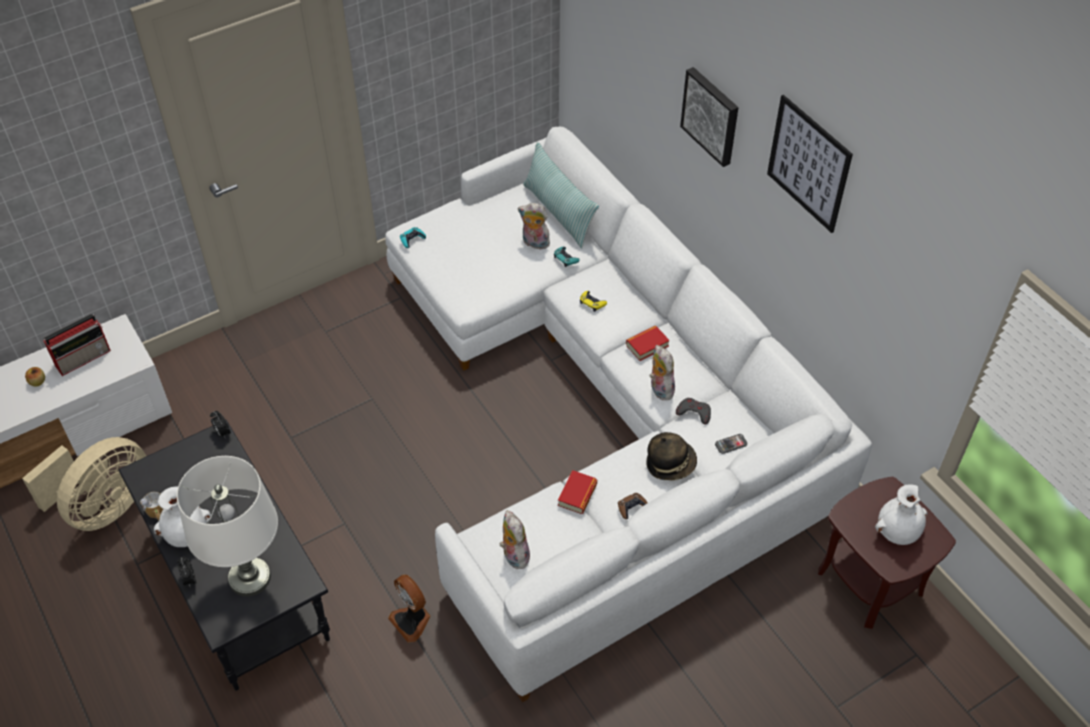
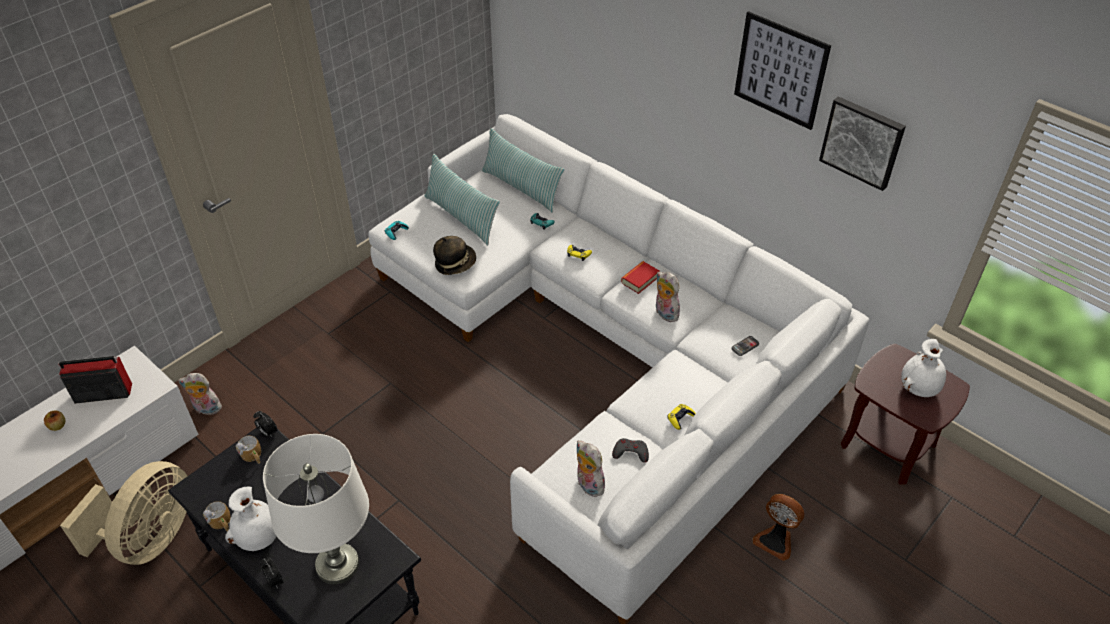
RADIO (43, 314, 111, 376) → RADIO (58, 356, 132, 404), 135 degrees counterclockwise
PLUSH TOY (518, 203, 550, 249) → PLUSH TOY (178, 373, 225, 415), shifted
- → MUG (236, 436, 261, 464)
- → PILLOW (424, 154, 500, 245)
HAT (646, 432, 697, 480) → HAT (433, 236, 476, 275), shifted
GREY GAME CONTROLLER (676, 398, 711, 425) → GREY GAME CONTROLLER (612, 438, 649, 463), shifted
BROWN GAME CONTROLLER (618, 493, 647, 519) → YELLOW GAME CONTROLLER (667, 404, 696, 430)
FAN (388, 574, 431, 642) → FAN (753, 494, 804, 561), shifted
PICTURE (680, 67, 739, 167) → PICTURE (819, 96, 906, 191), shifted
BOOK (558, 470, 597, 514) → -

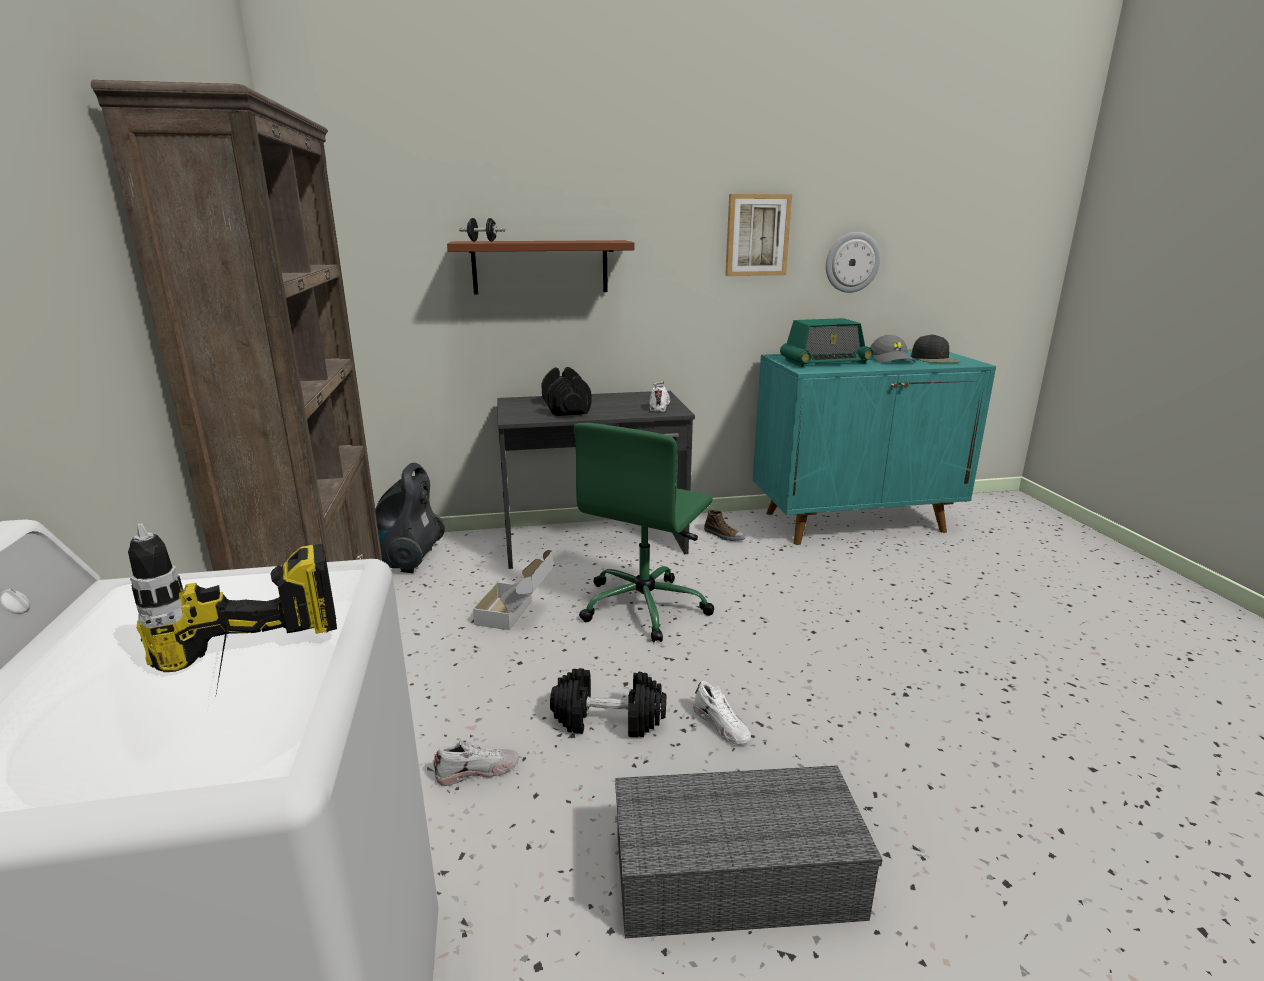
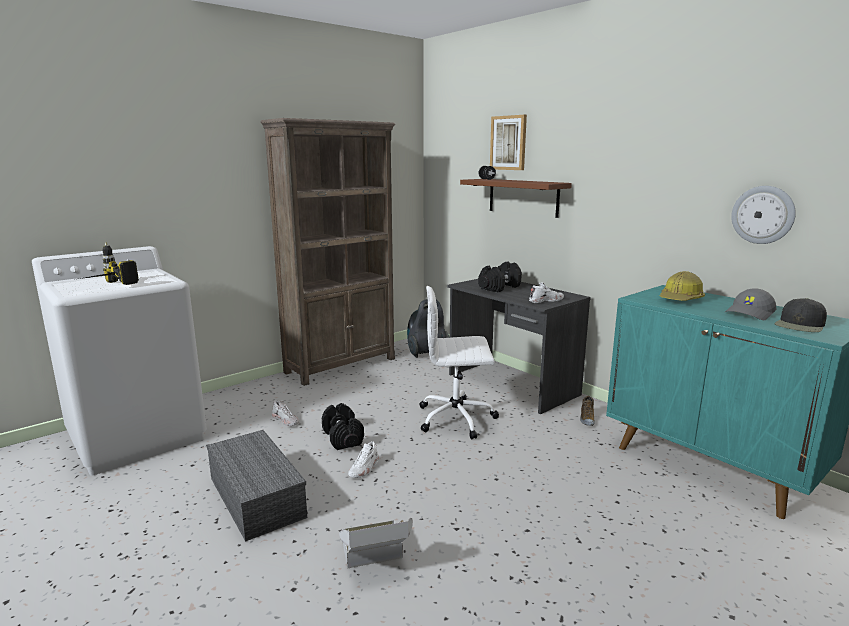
CARDBOARD BOX (473, 550, 553, 630) → CARDBOARD BOX (339, 518, 413, 568), shifted
GREEN OFFICE CHAIR (574, 423, 714, 642) → WHITE OFFICE CHAIR (420, 286, 499, 439)
PICTURE (725, 194, 792, 276) → PICTURE (490, 115, 527, 170), shifted
RADIO (780, 318, 874, 367) → HARD HAT (660, 271, 705, 301)

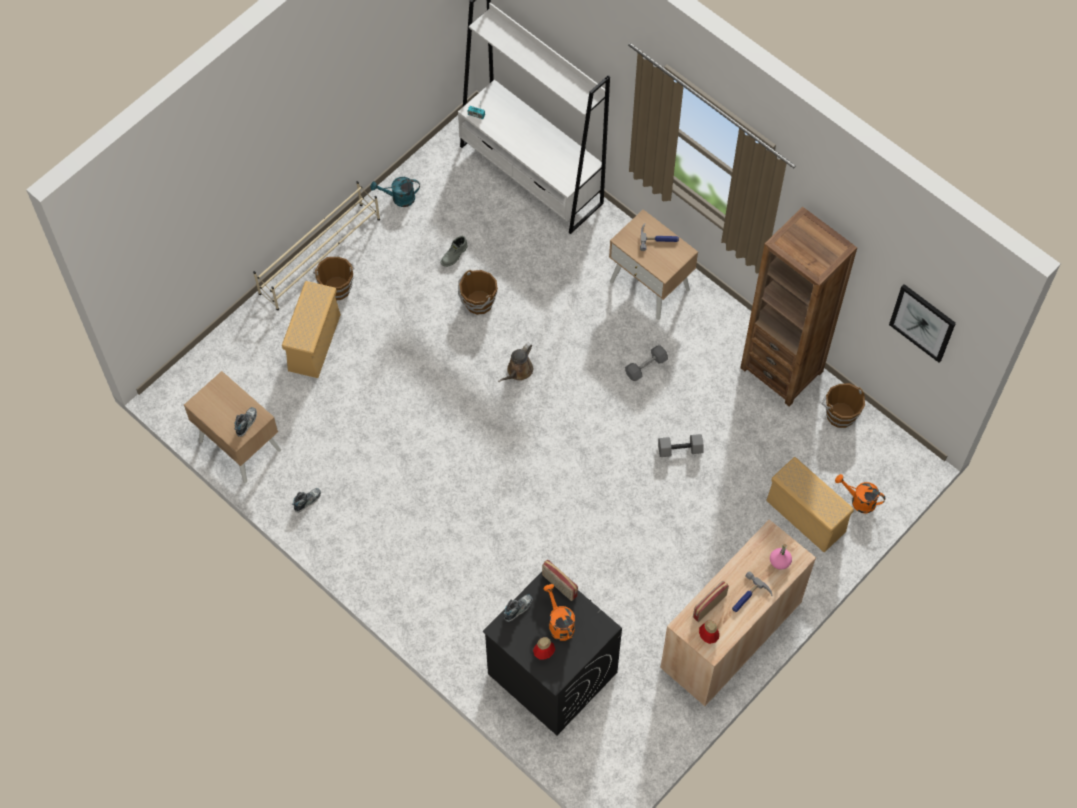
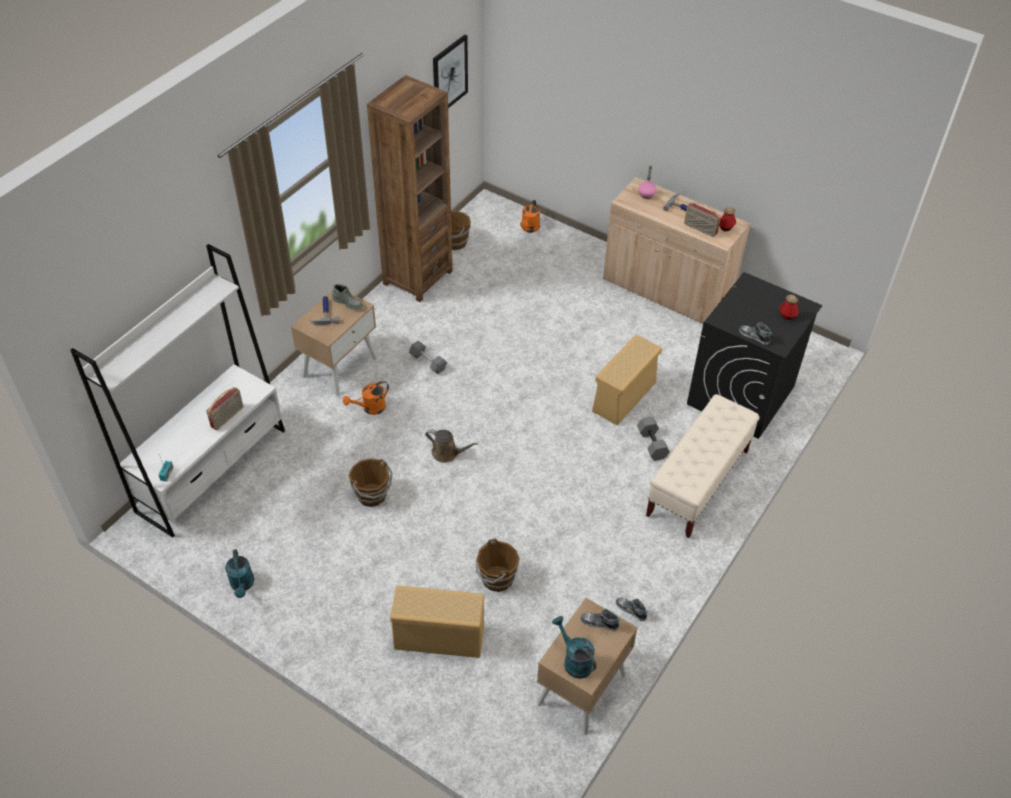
RADIO (542, 560, 578, 601) → RADIO (206, 387, 243, 430), shifted
GREY BOOT (441, 236, 467, 267) → GREY BOOT (332, 284, 363, 310), shifted
ORANGE WATERING CAN (543, 584, 575, 641) → ORANGE WATERING CAN (343, 381, 389, 415), shifted
BROWN BUCKET (313, 257, 354, 300) → BROWN BUCKET (476, 538, 520, 592), shifted
- → TURQUOISE WATERING CAN (552, 616, 597, 679)
BEIGE STORAGE BOX (767, 457, 854, 552) → BEIGE STORAGE BOX (592, 335, 662, 425), shifted
GREY DUMBBELL (658, 434, 704, 457) → GREY DUMBBELL (637, 416, 670, 461), shifted
- → BEIGE BENCH (646, 394, 759, 538)
BEIGE SHOE RACK (253, 181, 380, 310) → -

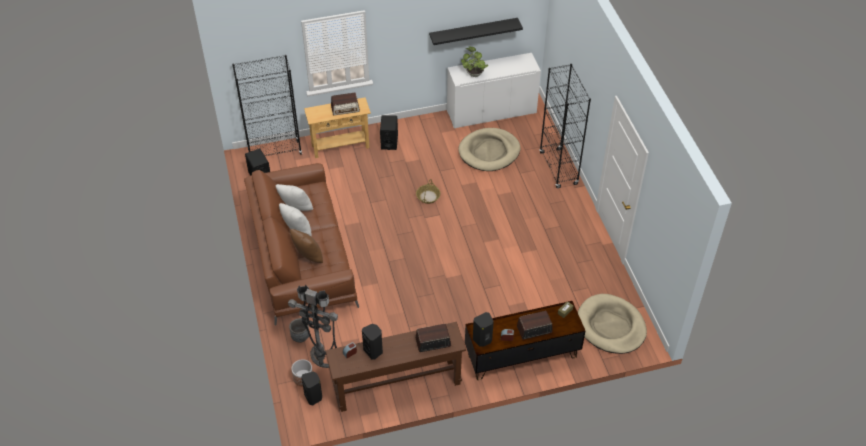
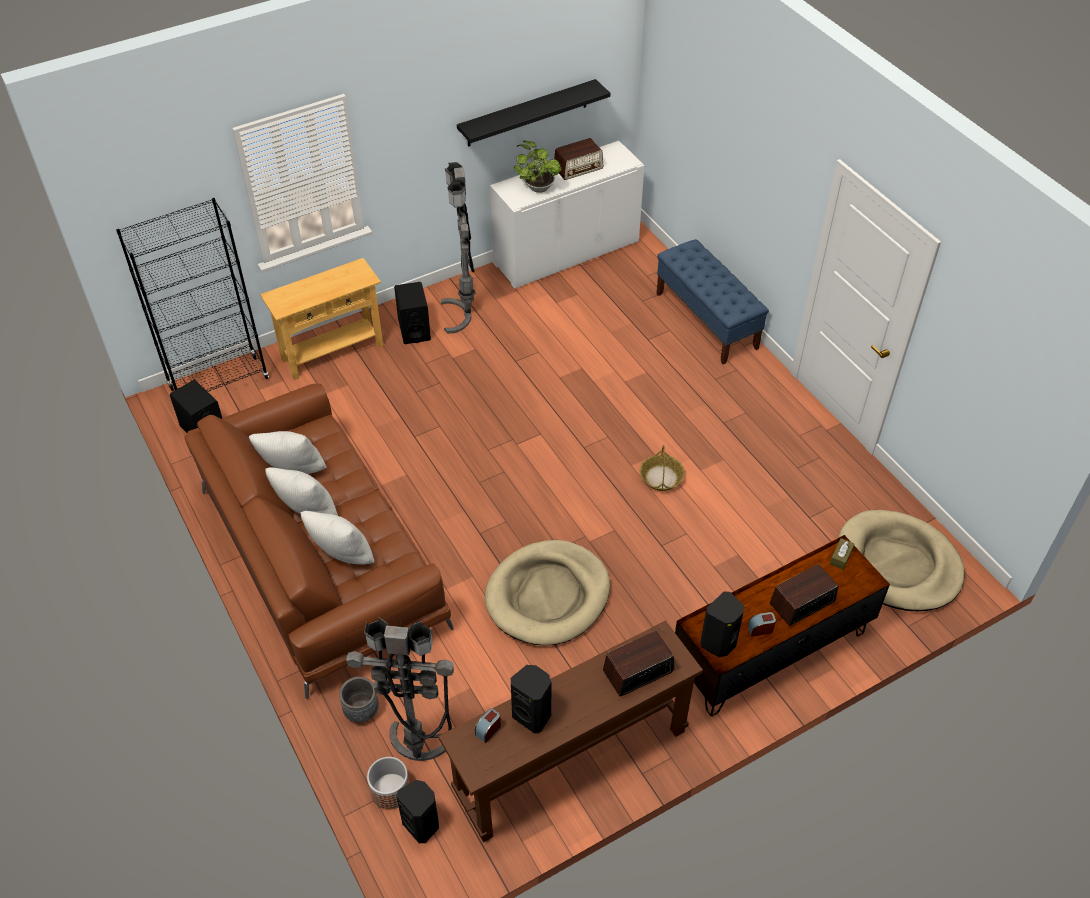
BROWN PILLOW (290, 229, 323, 263) → WHITE PILLOW (301, 511, 374, 565)
- → GREY FLOOR LAMP (441, 162, 475, 333)
BEIGE DOG BED (458, 128, 520, 171) → BEIGE DOG BED (485, 540, 610, 645), shifted
RADIO (331, 93, 360, 115) → RADIO (554, 138, 603, 180), shifted
BASKET (416, 179, 441, 204) → BASKET (640, 445, 685, 491), shifted
BLACK BOOKCASE (539, 64, 591, 188) → BLUE BENCH (656, 239, 769, 364)

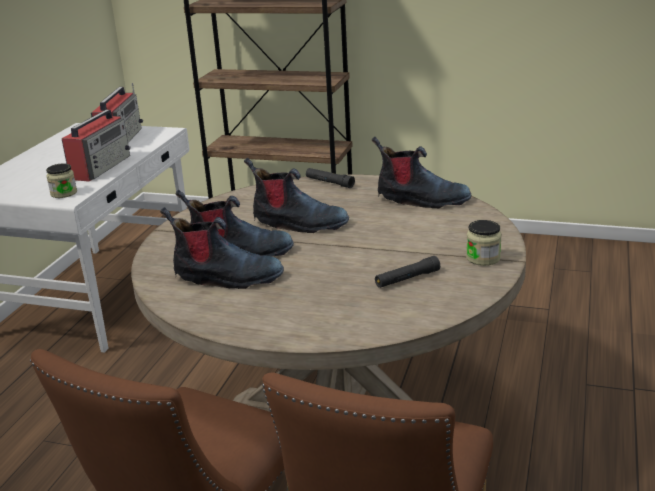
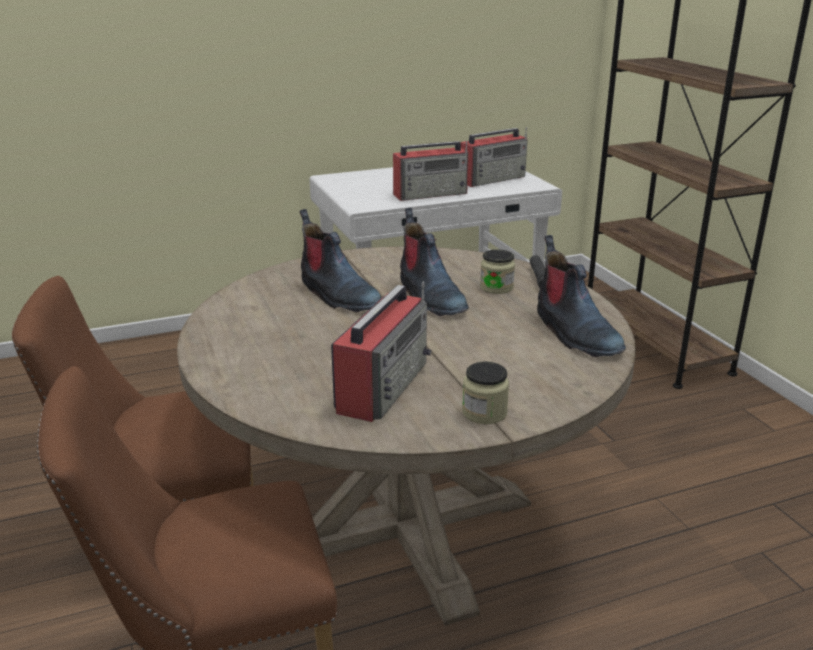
BLACK FLASHLIGHT (375, 256, 440, 288) → RADIO (331, 281, 432, 422)
JAR (46, 163, 77, 198) → JAR (480, 249, 515, 294), shifted
BOOT (160, 207, 284, 289) → -

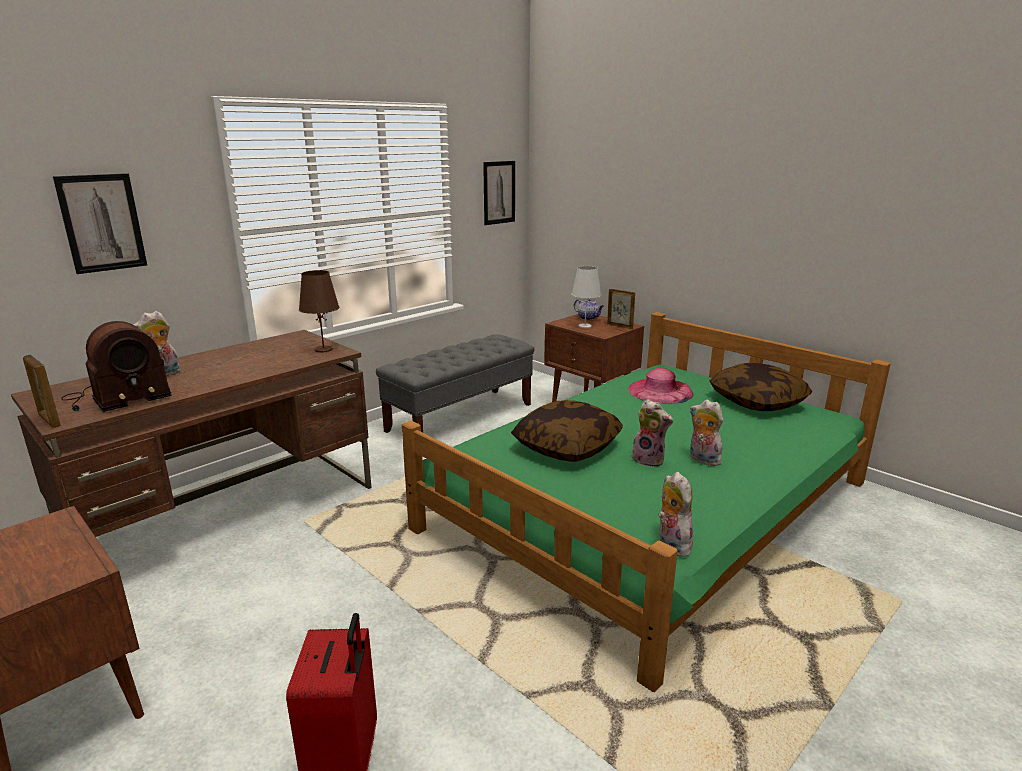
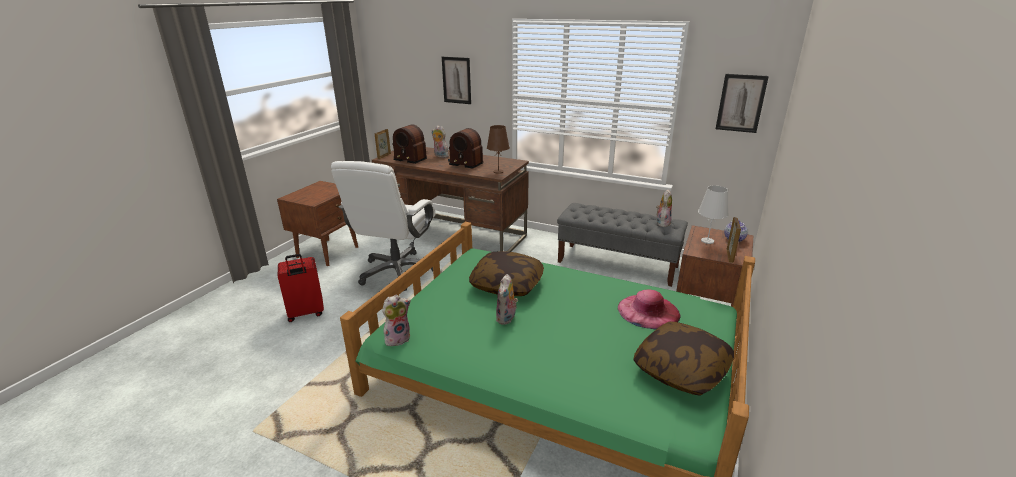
- → WHITE OFFICE CHAIR (331, 161, 435, 291)
- → RADIO (448, 128, 483, 169)
PLUSH TOY (689, 400, 723, 466) → PLUSH TOY (656, 190, 672, 227), shifted

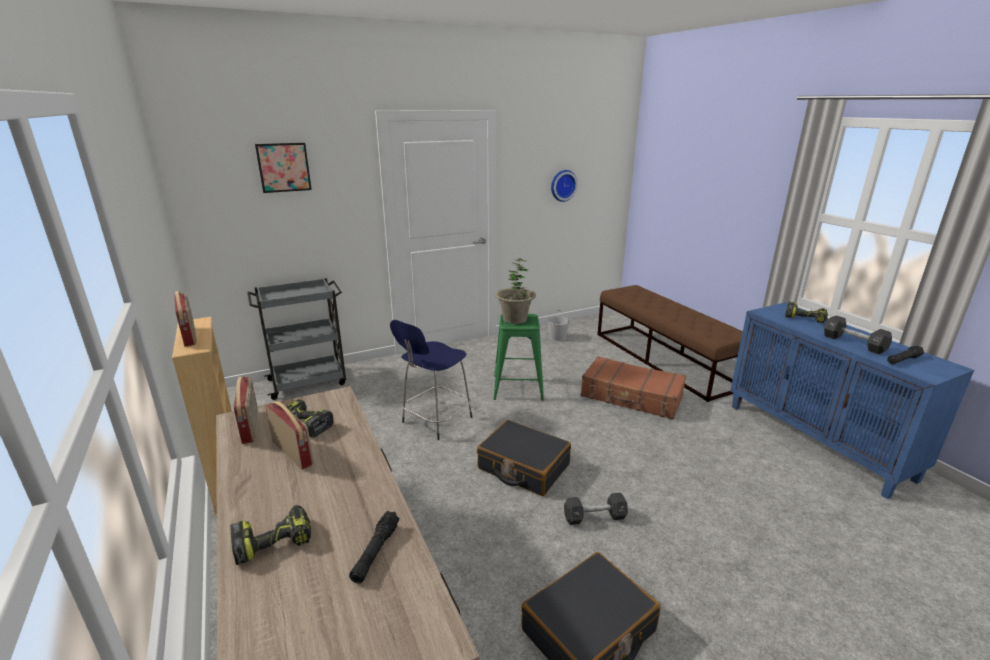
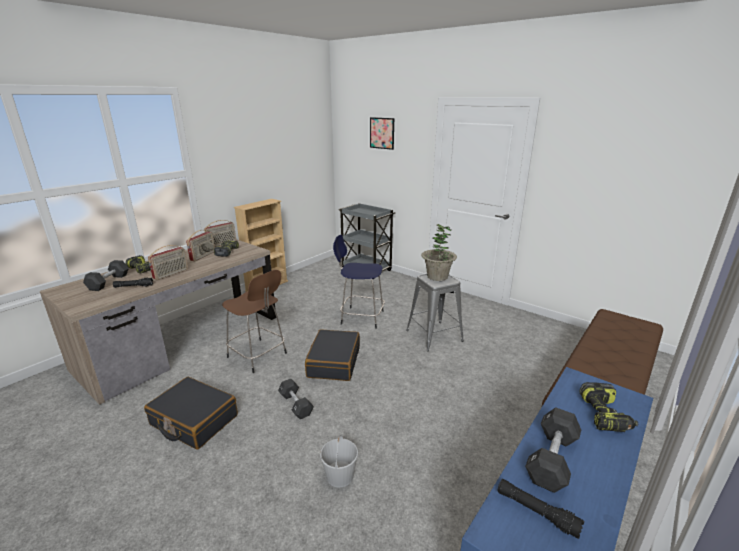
- → BLACK DUMBBELL (83, 260, 129, 291)
RADIO (174, 291, 197, 347) → RADIO (148, 245, 188, 280), shifted
- → BROWN STOOL (222, 270, 287, 373)
WHITE BUCKET (547, 310, 570, 341) → WHITE BUCKET (320, 435, 358, 487), shifted
GREEN STOOL (493, 314, 544, 400) → GREY STOOL (406, 274, 464, 351)
WALL CLOCK (551, 170, 578, 202) → -
BROWN SUITCASE (581, 356, 686, 420) → -

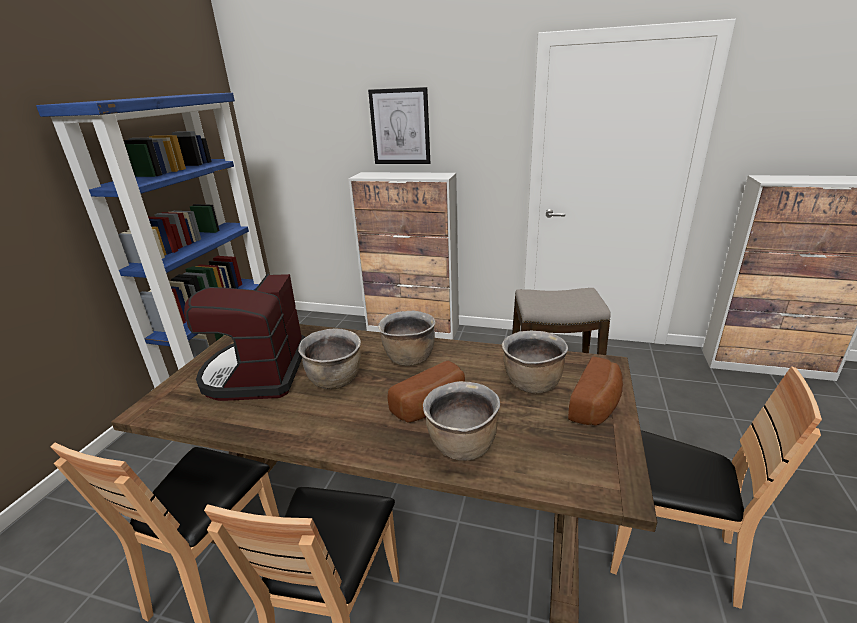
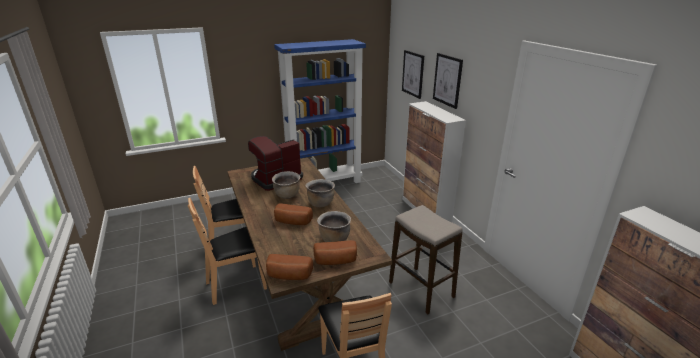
- → BREAD (266, 254, 313, 280)
- → PICTURE (402, 50, 424, 99)
BROWN COOKING POT (423, 381, 500, 461) → -

